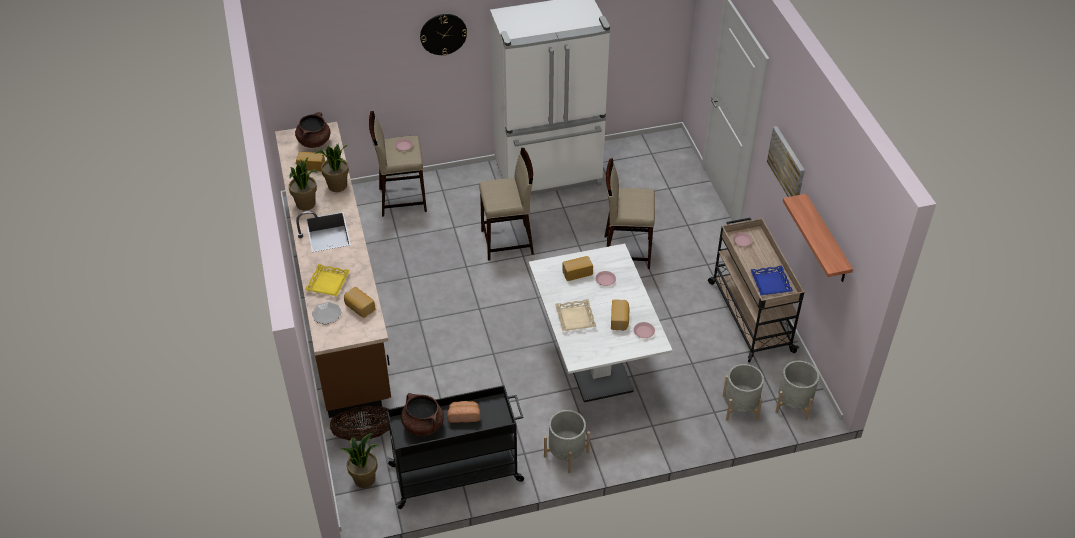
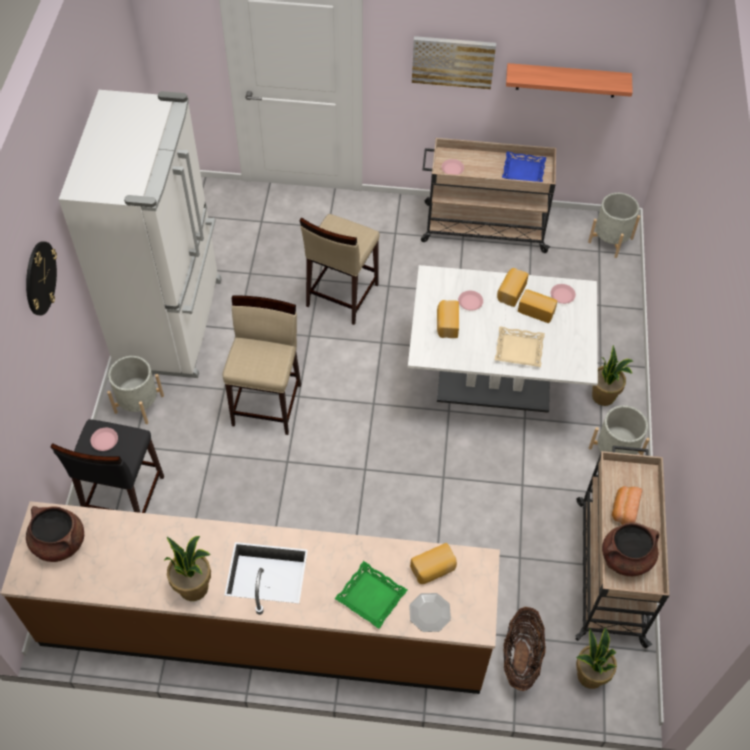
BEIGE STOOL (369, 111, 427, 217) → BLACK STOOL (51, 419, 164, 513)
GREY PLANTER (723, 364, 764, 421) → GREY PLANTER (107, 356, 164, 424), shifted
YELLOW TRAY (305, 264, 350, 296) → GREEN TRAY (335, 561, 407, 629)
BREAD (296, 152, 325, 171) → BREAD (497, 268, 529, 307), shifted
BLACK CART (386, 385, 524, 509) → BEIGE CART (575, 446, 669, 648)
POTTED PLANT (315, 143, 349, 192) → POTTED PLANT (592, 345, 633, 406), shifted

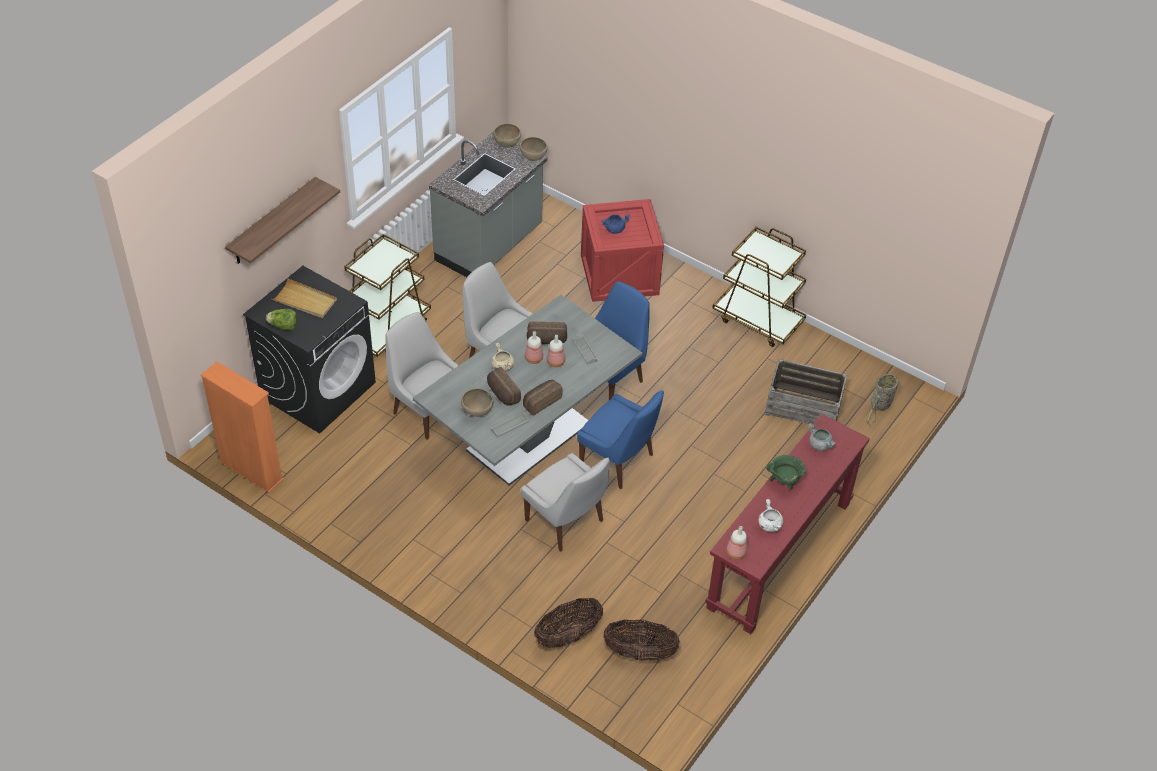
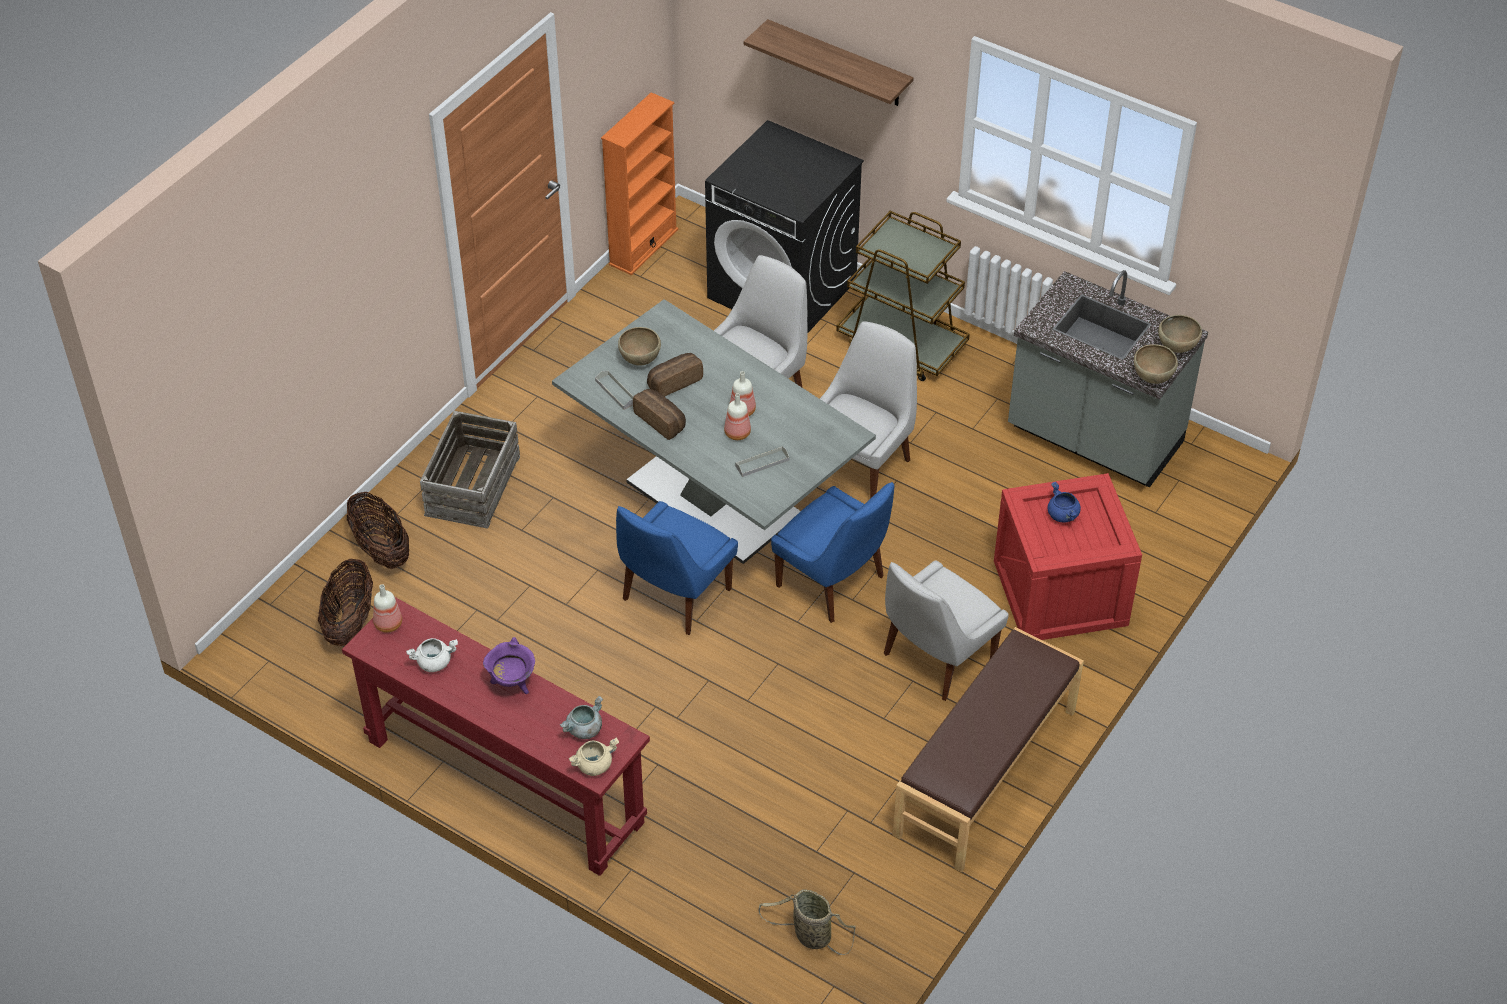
CRATE (765, 359, 847, 424) → CRATE (420, 411, 520, 529), shifted
GREEN COOKING POT (767, 455, 806, 489) → PURPLE COOKING POT (483, 637, 535, 694)
BEIGE COOKING POT (491, 343, 514, 371) → BEIGE COOKING POT (569, 737, 619, 776), shifted
WHITE CHAIR (521, 453, 610, 552) → WHITE CHAIR (884, 560, 1009, 701), shifted
BROWN CART (713, 227, 806, 347) → BROWN BENCH (893, 627, 1084, 873)
LETTUCE (266, 309, 297, 330) → -
BEIGE TRAY (272, 278, 337, 318) → -
BREAD (527, 322, 567, 344) → -

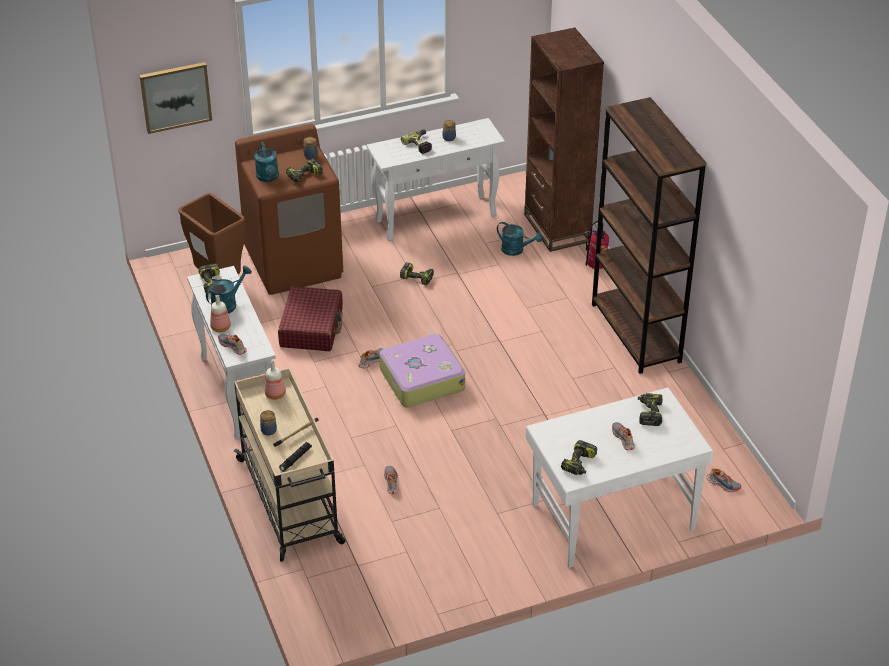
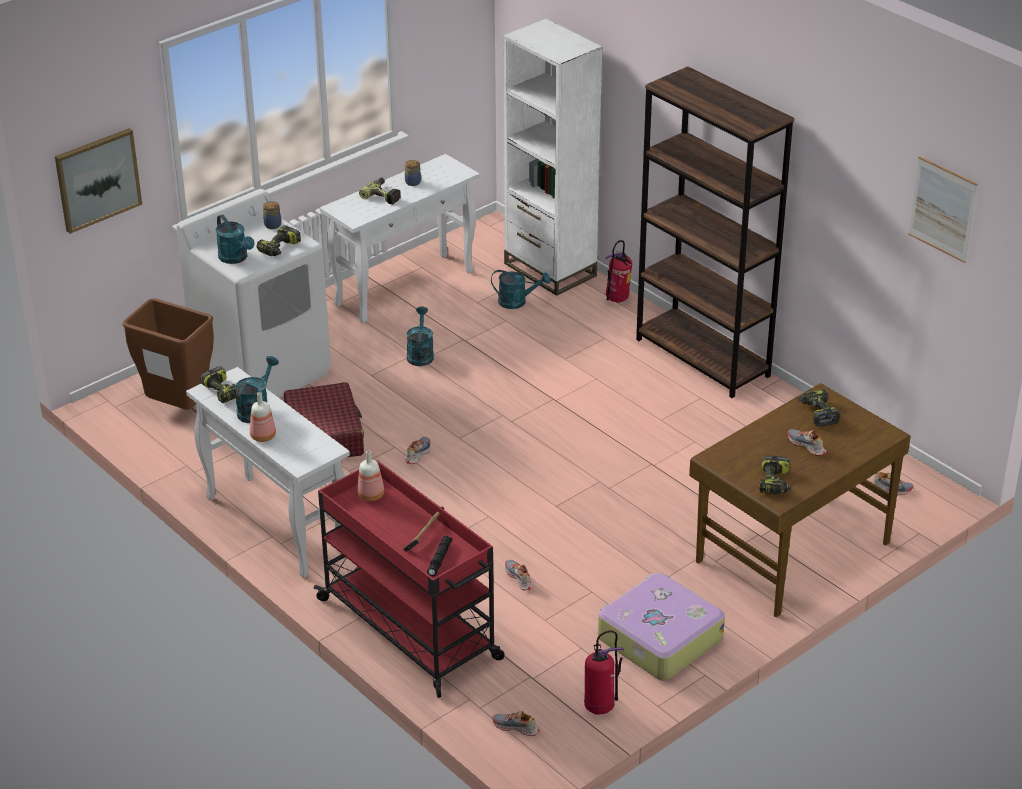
BROWN WASHING MACHINE (235, 124, 343, 295) → WHITE WASHING MACHINE (177, 189, 331, 398)
BEIGE CART (234, 368, 345, 562) → RED CART (313, 460, 505, 698)
POWER DRILL (400, 262, 434, 285) → TURQUOISE WATERING CAN (407, 307, 434, 366)
SHOE (218, 334, 247, 355) → SHOE (492, 711, 540, 736), shifted
BROWN BOOKCASE (524, 28, 604, 252) → WHITE BOOKCASE (503, 19, 603, 296)
- → FIRE EXTINGUISHER (584, 630, 624, 715)
SUITCASE (379, 334, 465, 408) → SUITCASE (598, 573, 725, 681), shifted
WHITE DESK (526, 388, 714, 568) → BROWN DESK (689, 383, 911, 618)
- → PICTURE (908, 156, 978, 263)
JAR (260, 410, 277, 436) → -

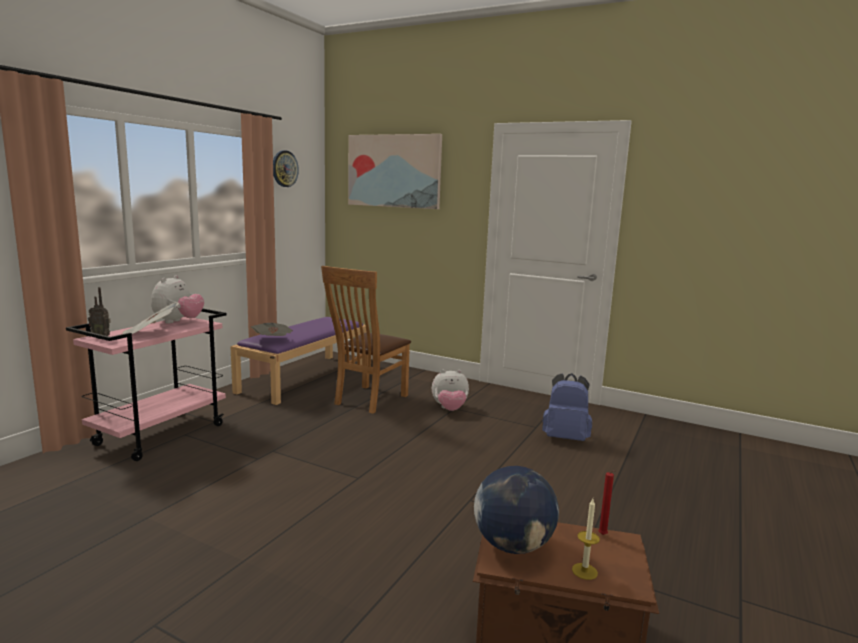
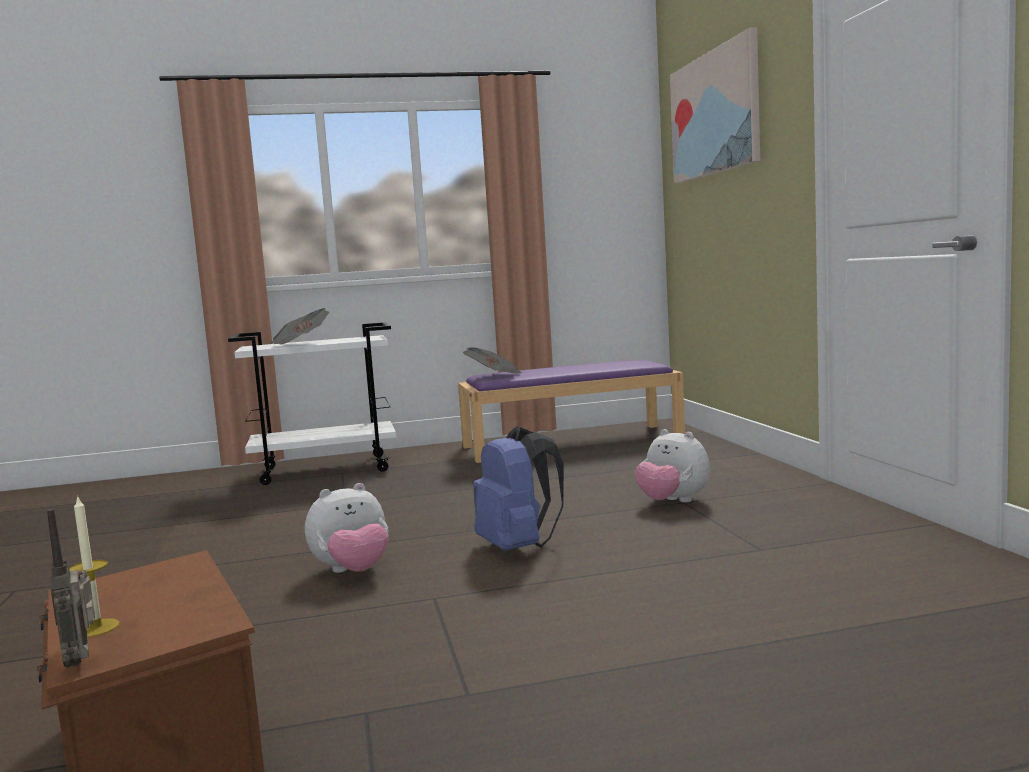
RADIO (88, 287, 111, 339) → RADIO (47, 509, 95, 668), shifted
PINK CART (66, 309, 227, 461) → WHITE CART (228, 322, 396, 485)
PLUSH TOY (151, 275, 204, 324) → PLUSH TOY (305, 483, 389, 573), shifted
BLUE BACKPACK (542, 373, 592, 441) → BLUE BACKPACK (473, 426, 564, 551), shifted
WALL CLOCK (273, 150, 299, 187) → -
BROWN CHAIR (321, 266, 411, 414) → -
GLOBE (474, 466, 559, 554) → -
RED CANDLE (598, 470, 615, 535) → -

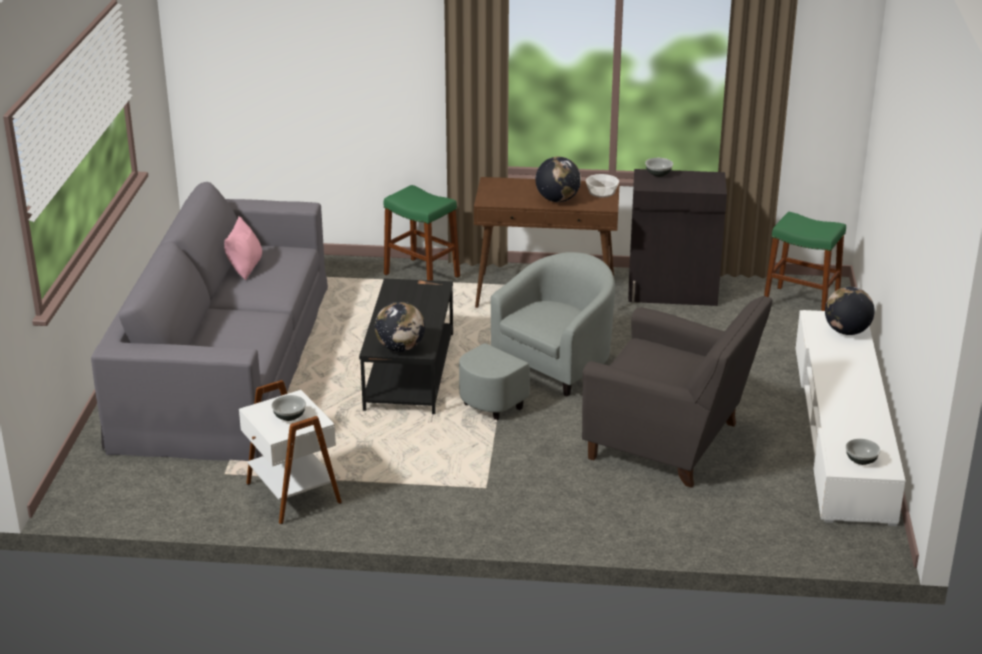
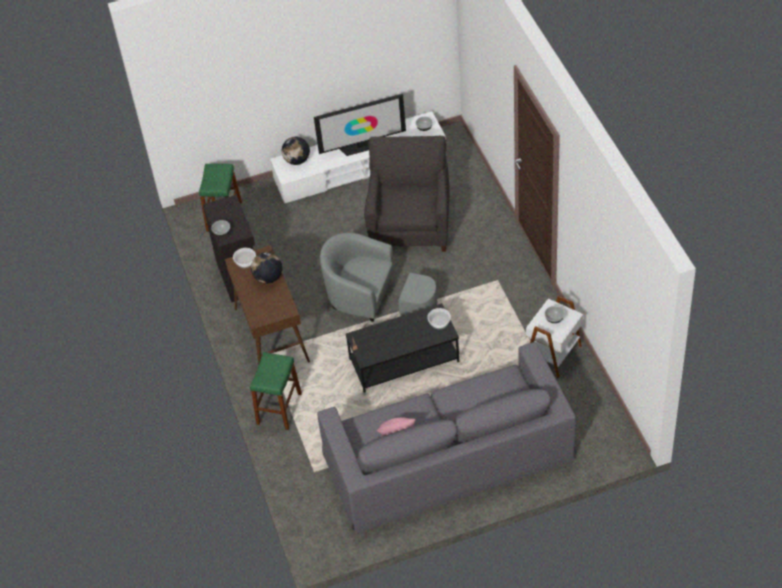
- → TELEVISION (314, 94, 406, 156)
GLOBE (375, 302, 425, 352) → BOWL (427, 308, 451, 329)

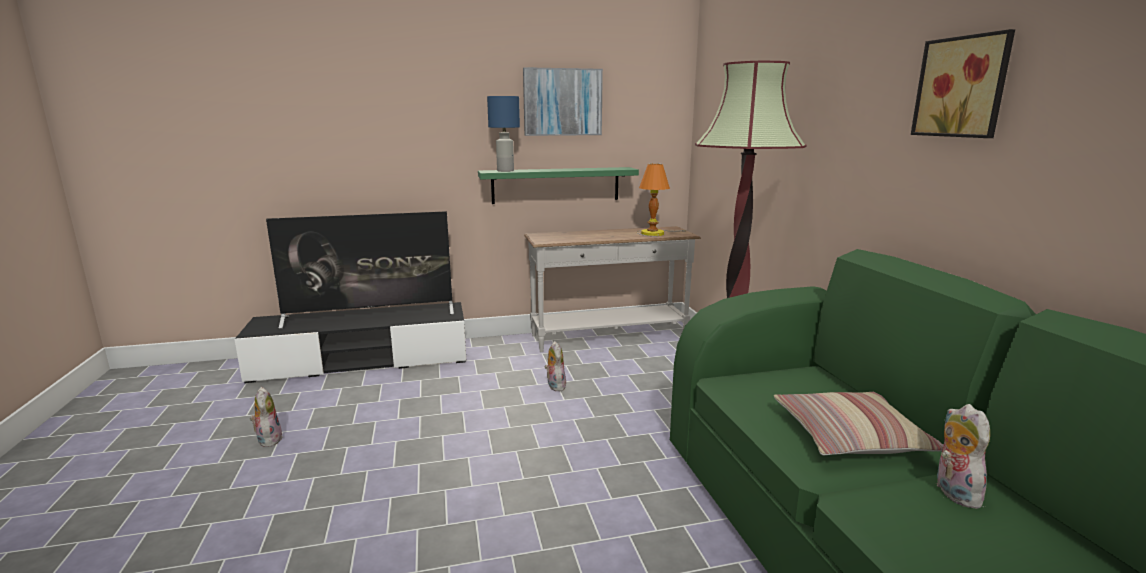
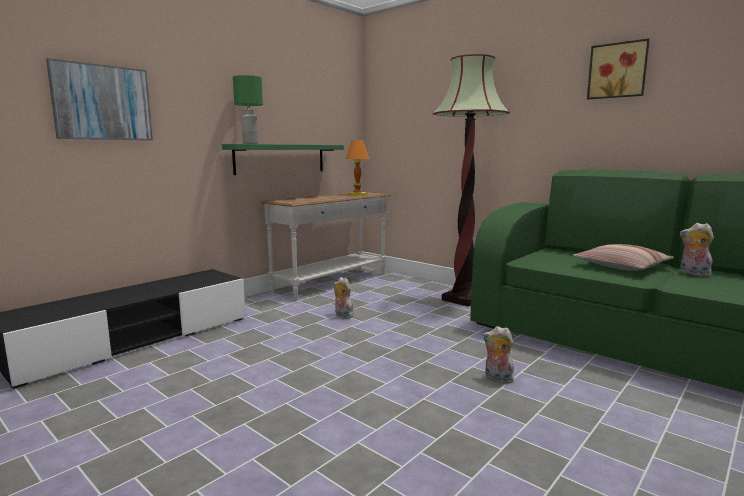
PICTURE (523, 67, 603, 136) → PICTURE (46, 58, 153, 140), shifted
BLUE TABLE LAMP (487, 96, 520, 172) → GREEN TABLE LAMP (233, 75, 263, 144)
PLUSH TOY (250, 387, 283, 447) → PLUSH TOY (483, 326, 514, 384), shifted
TELEVISION (266, 211, 454, 329) → -

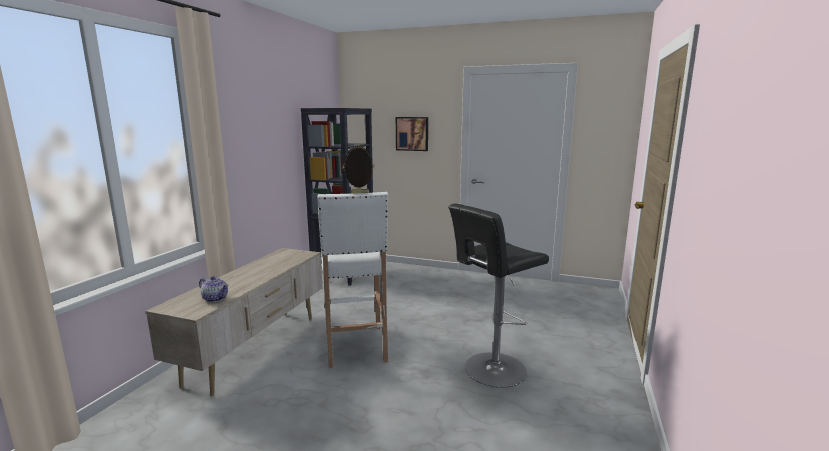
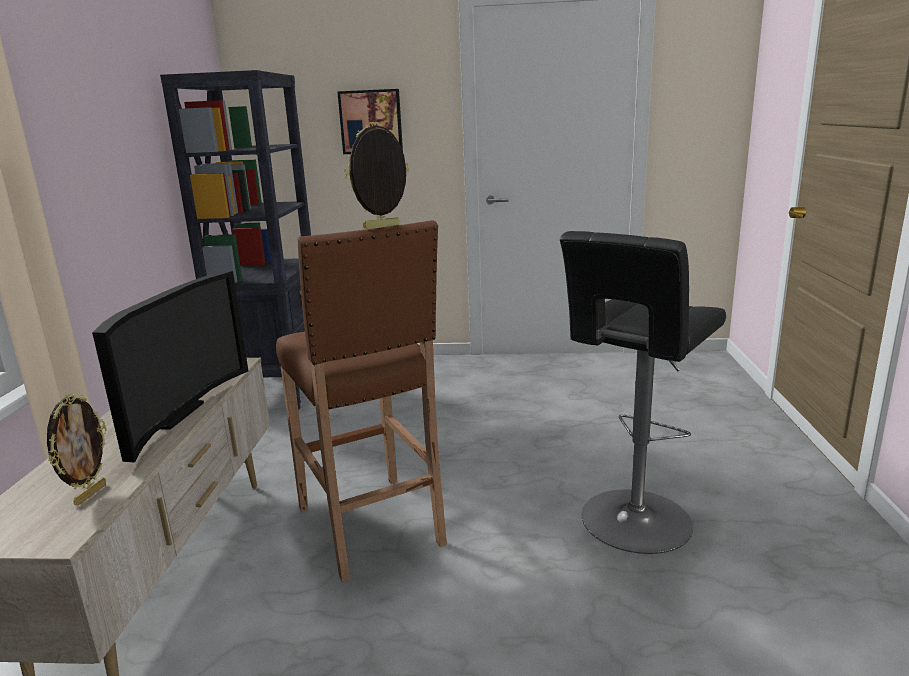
TEAPOT (199, 276, 228, 302) → PICTURE FRAME (47, 393, 107, 505)
- → TELEVISION (92, 271, 248, 463)
WHITE STOOL (317, 192, 388, 368) → BROWN STOOL (276, 220, 447, 582)

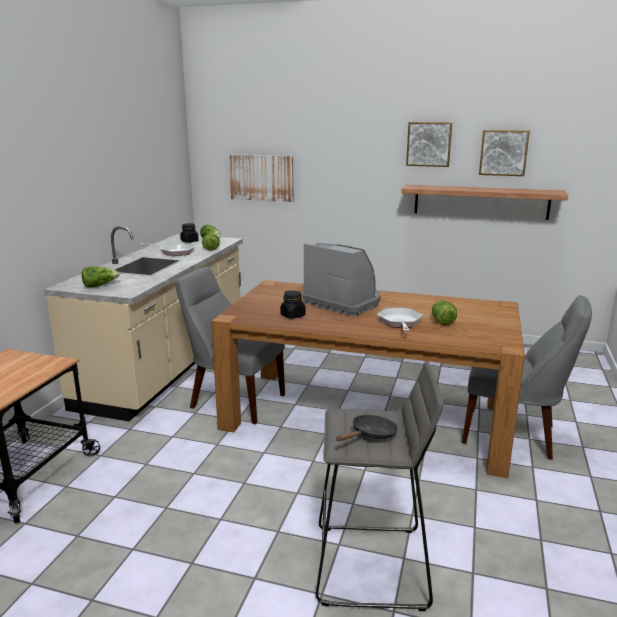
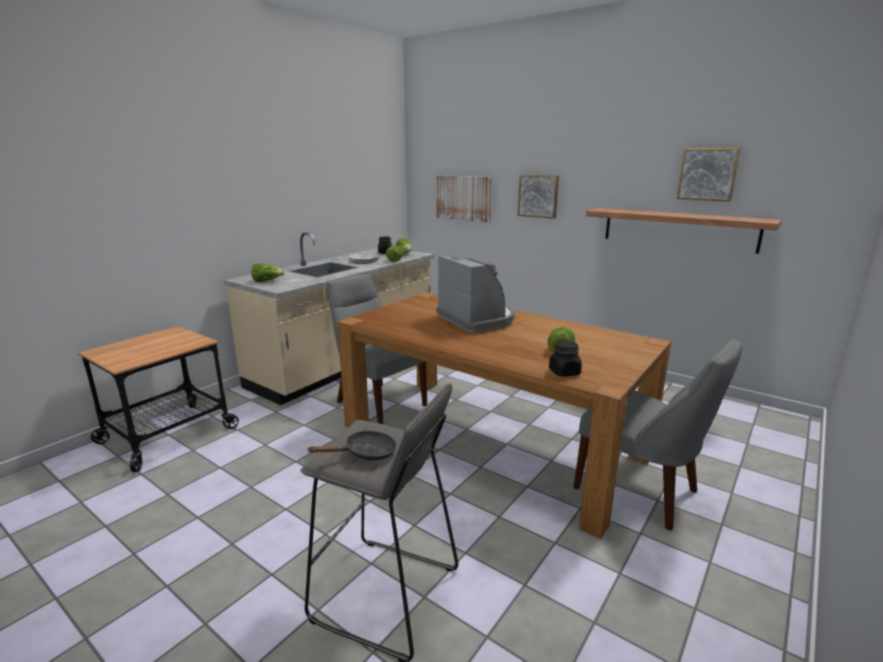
PICTURE (406, 122, 452, 167) → PICTURE (518, 175, 559, 219), shifted
BLACK JAR (280, 291, 306, 319) → BLACK JAR (549, 340, 582, 377), shifted
FRYING PAN (377, 308, 422, 331) → -

